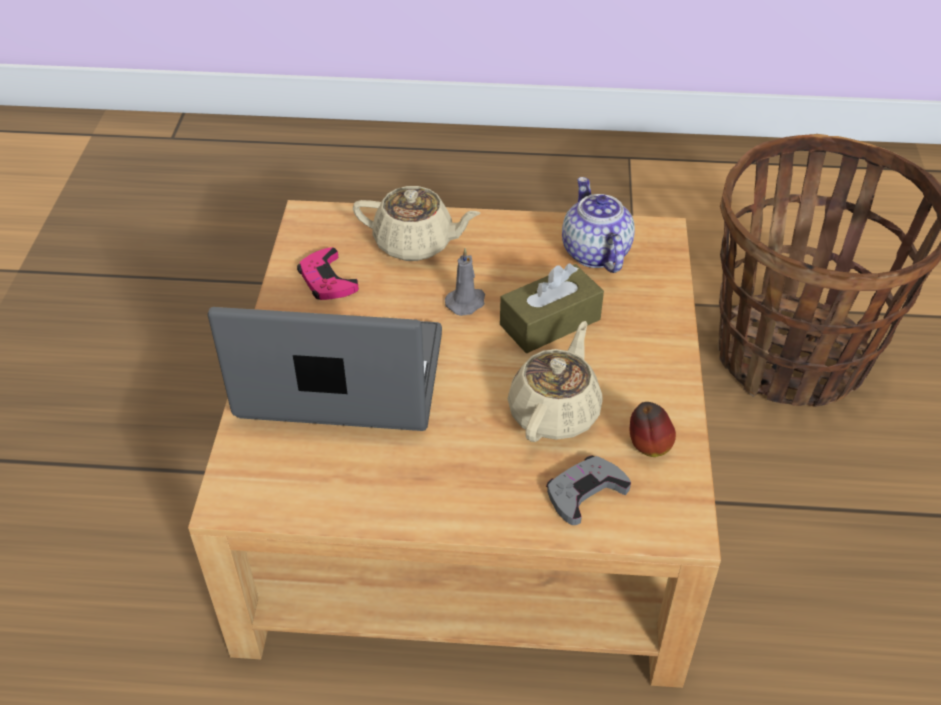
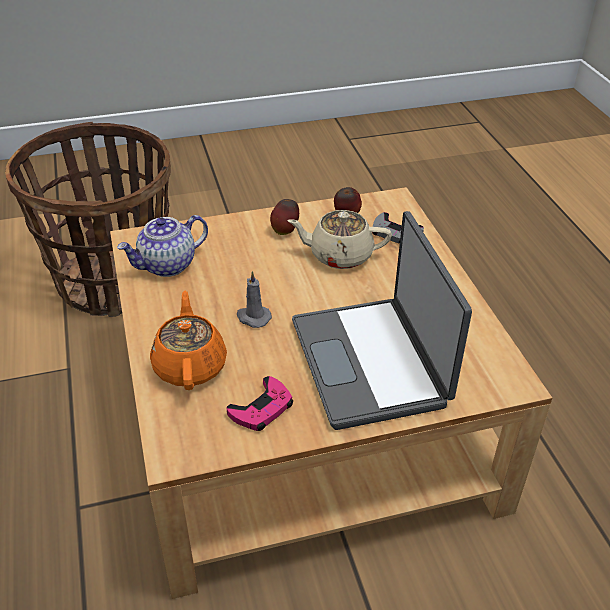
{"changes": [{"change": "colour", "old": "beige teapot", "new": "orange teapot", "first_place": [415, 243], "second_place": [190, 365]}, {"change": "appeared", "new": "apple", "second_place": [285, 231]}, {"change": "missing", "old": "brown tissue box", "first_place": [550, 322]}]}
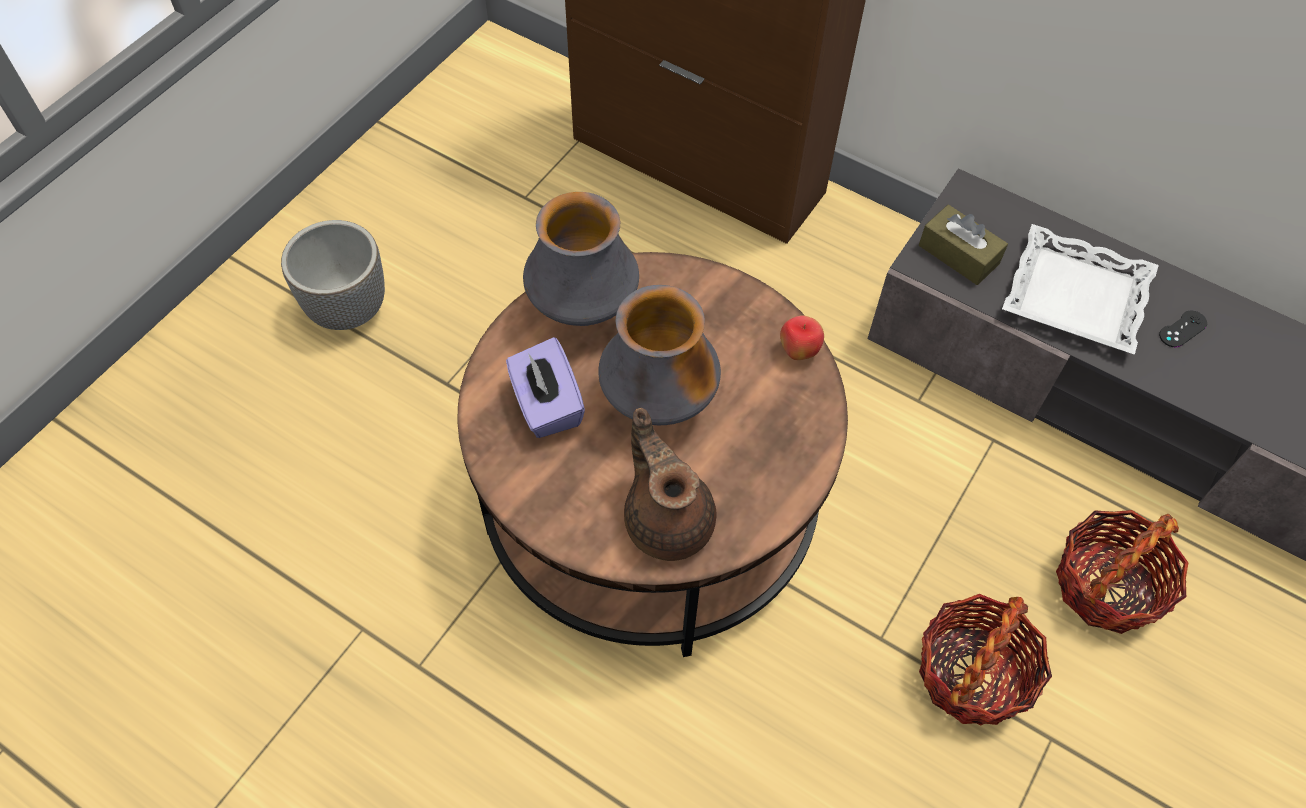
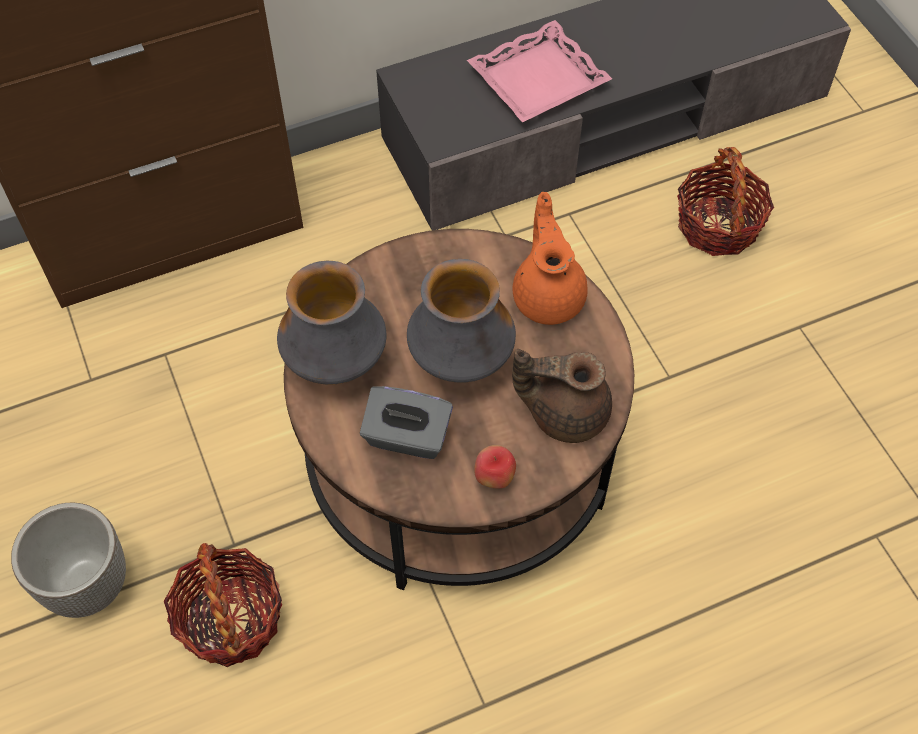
{"changes": [{"change": "relocated", "old": "basket", "first_place": [972, 673], "second_place": [231, 619]}, {"change": "colour", "old": "purple tissue box", "new": "grey tissue box", "first_place": [546, 405], "second_place": [407, 437]}, {"change": "colour", "old": "white tray", "new": "pink tray", "first_place": [1075, 298], "second_place": [538, 80]}, {"change": "relocated", "old": "apple", "first_place": [798, 351], "second_place": [494, 478]}, {"change": "appeared", "new": "orange teapot", "second_place": [548, 295]}, {"change": "missing", "old": "brown tissue box", "first_place": [958, 254]}, {"change": "missing", "old": "black game controller", "first_place": [1182, 329]}]}
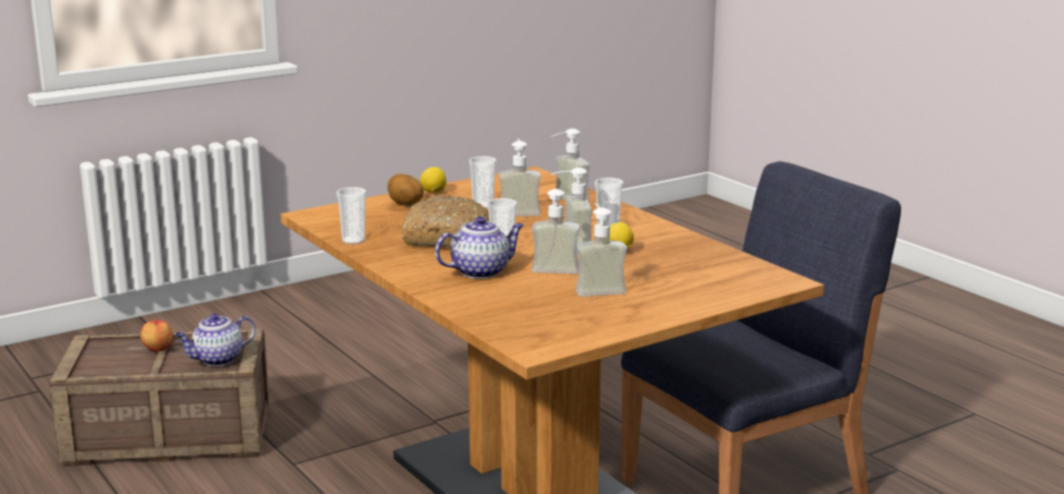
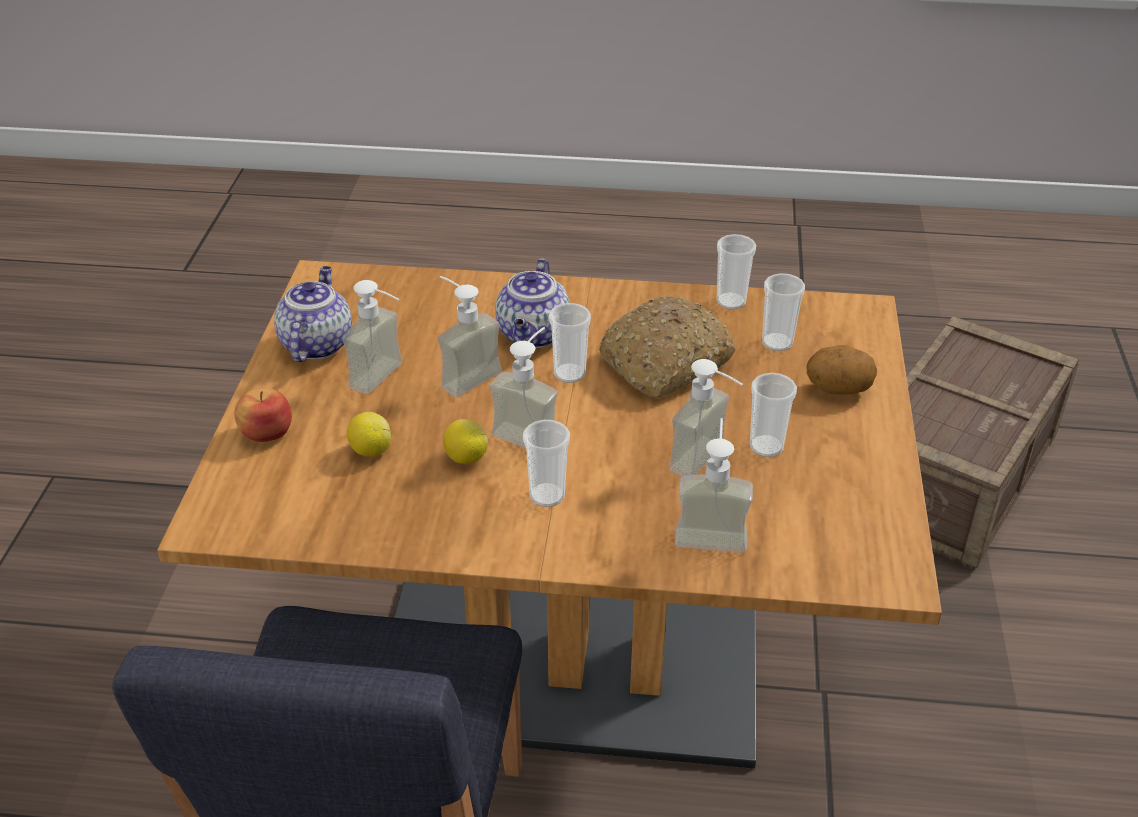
{"changes": [{"change": "relocated", "old": "apple", "first_place": [157, 348], "second_place": [266, 432]}, {"change": "relocated", "old": "teapot", "first_place": [217, 359], "second_place": [316, 344]}, {"change": "relocated", "old": "lemon", "first_place": [433, 192], "second_place": [370, 450]}, {"change": "appeared", "new": "cup", "second_place": [777, 342]}]}
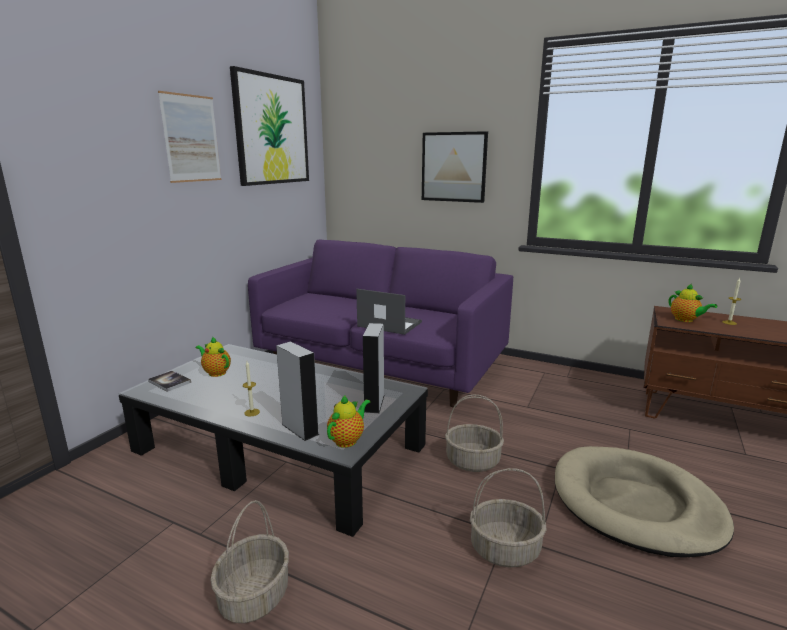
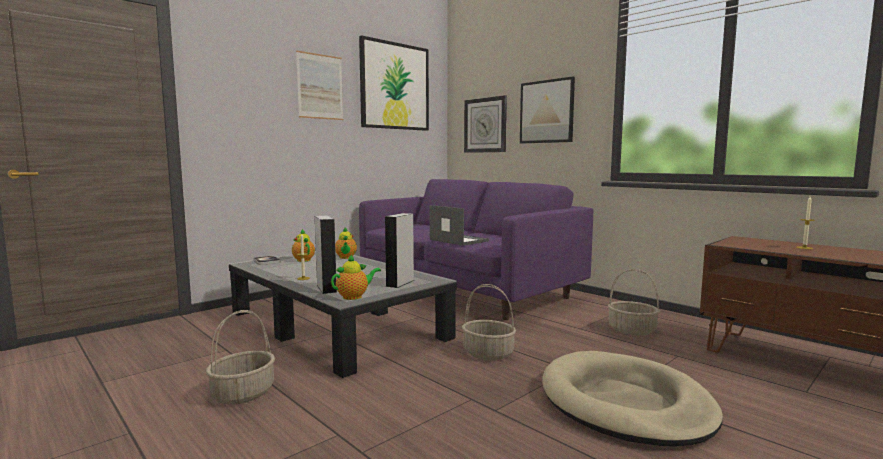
{"changes": [{"change": "relocated", "old": "teapot", "first_place": [686, 320], "second_place": [346, 257]}, {"change": "appeared", "new": "wall clock", "second_place": [485, 125]}, {"change": "relocated", "old": "basket", "first_place": [504, 550], "second_place": [631, 330]}]}
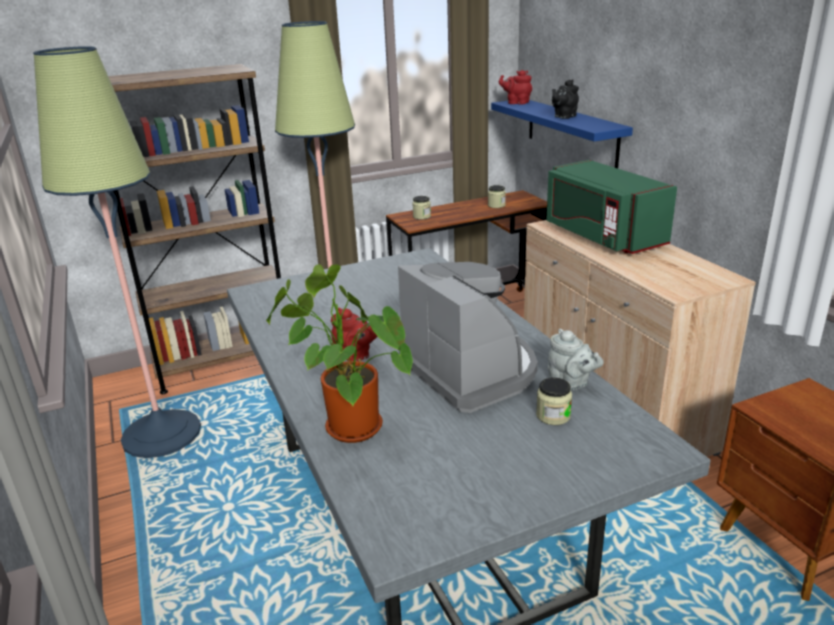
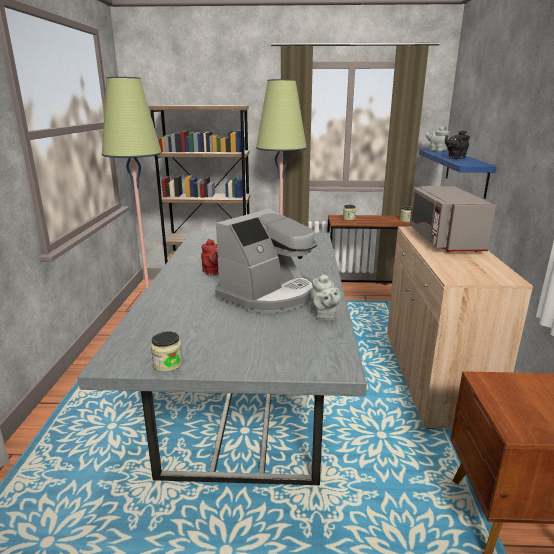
{"changes": [{"change": "relocated", "old": "jar", "first_place": [553, 416], "second_place": [168, 364]}, {"change": "spun", "old": "coffee machine", "first_place": [471, 371], "second_place": [269, 295], "degrees": 45}, {"change": "colour", "old": "green microwave", "new": "grey microwave", "first_place": [602, 235], "second_place": [443, 240]}, {"change": "colour", "old": "red teapot", "new": "grey teapot", "first_place": [516, 103], "second_place": [436, 150]}, {"change": "missing", "old": "potted plant", "first_place": [347, 427]}]}
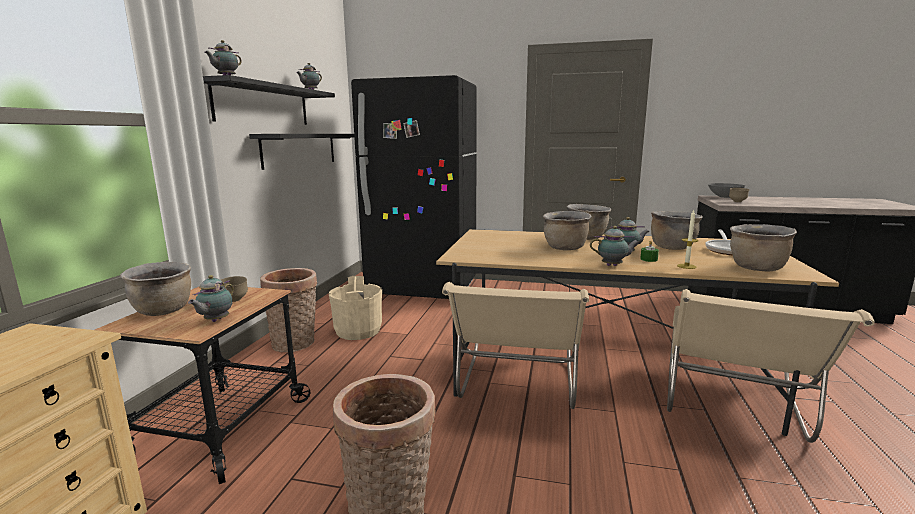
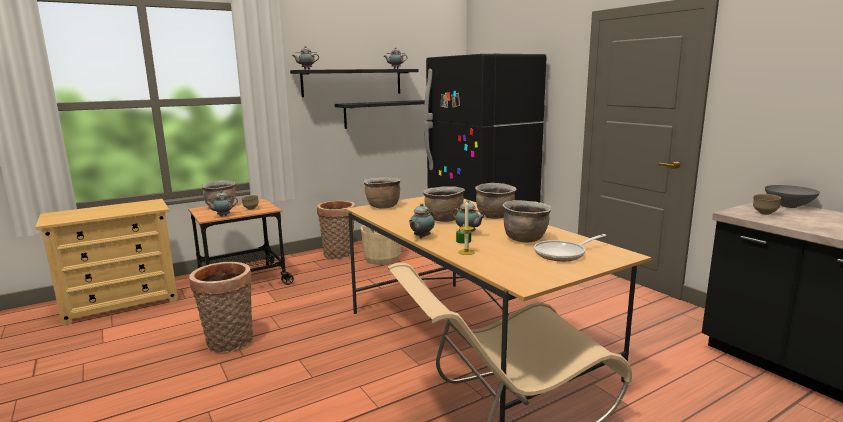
{"changes": [{"change": "relocated", "old": "brown cooking pot", "first_place": [756, 268], "second_place": [382, 206]}, {"change": "spun", "old": "teapot", "first_place": [613, 266], "second_place": [421, 237], "degrees": 75}, {"change": "missing", "old": "beige chair", "first_place": [517, 388]}]}
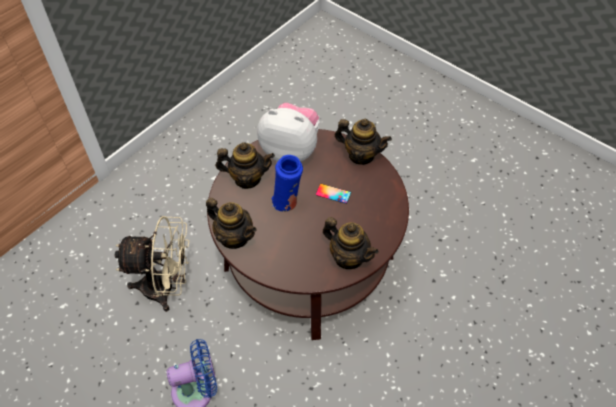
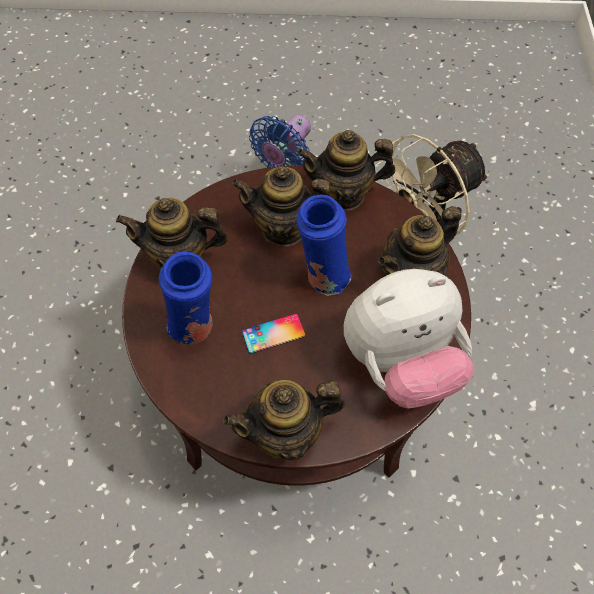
{"changes": [{"change": "appeared", "new": "blue vase", "second_place": [195, 328]}, {"change": "appeared", "new": "teapot", "second_place": [284, 228]}]}
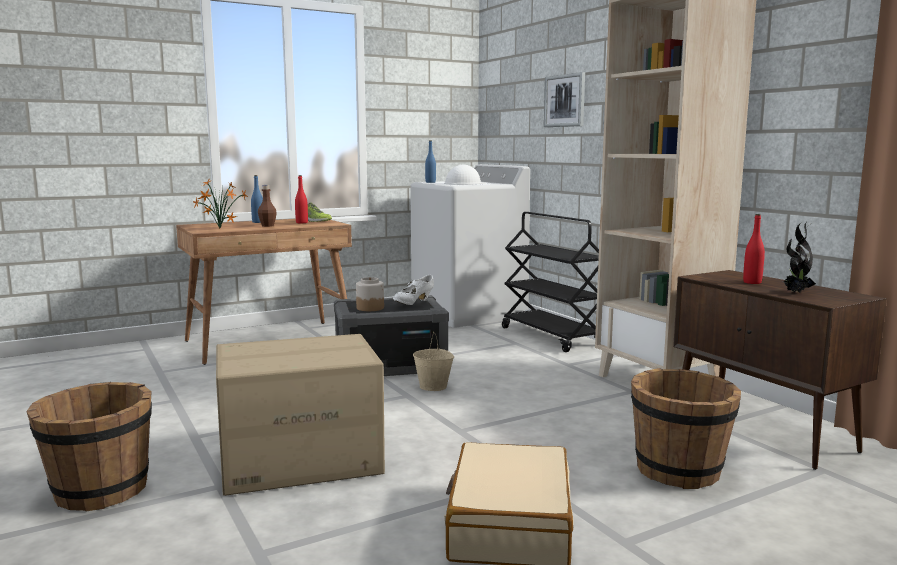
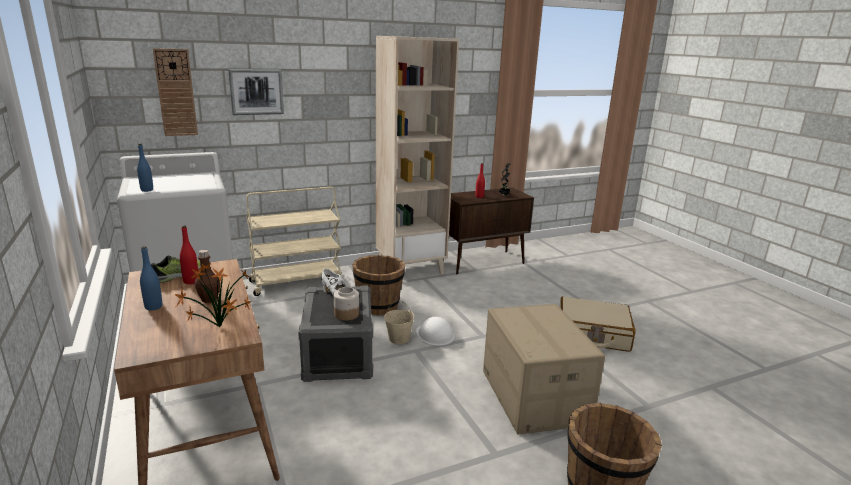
{"changes": [{"change": "appeared", "new": "wall clock", "second_place": [176, 93]}, {"change": "colour", "old": "black cart", "new": "beige cart", "first_place": [551, 337], "second_place": [296, 282]}, {"change": "relocated", "old": "brown bucket", "first_place": [679, 471], "second_place": [378, 306]}, {"change": "relocated", "old": "white hard hat", "first_place": [464, 183], "second_place": [435, 334]}]}
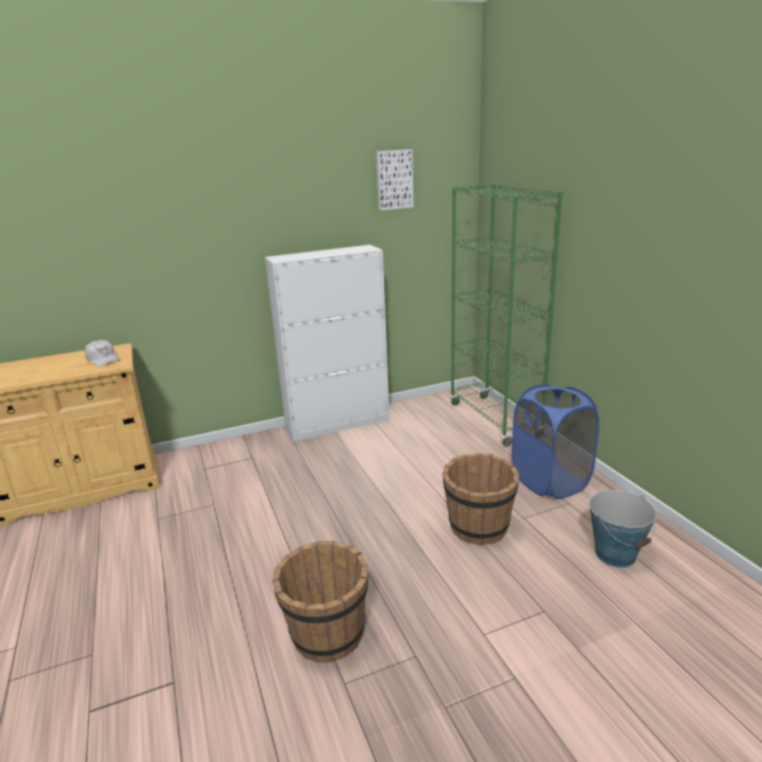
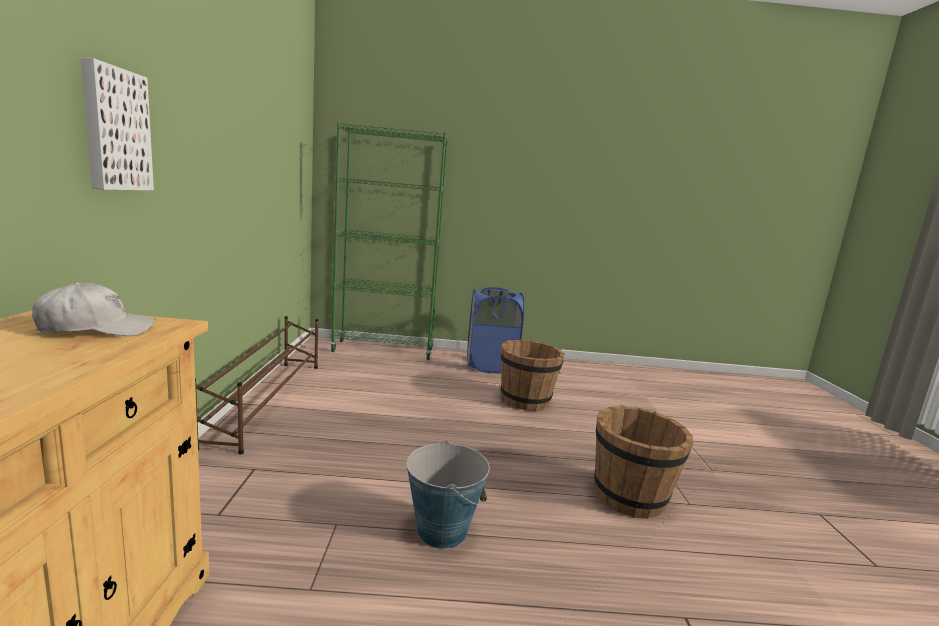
{"changes": [{"change": "relocated", "old": "picture", "first_place": [394, 179], "second_place": [114, 129]}, {"change": "exchanged", "old": "white cabinet", "new": "brown shoe rack", "first_place": [338, 423], "second_place": [268, 400]}, {"change": "relocated", "old": "bucket", "first_place": [615, 554], "second_place": [442, 530]}]}
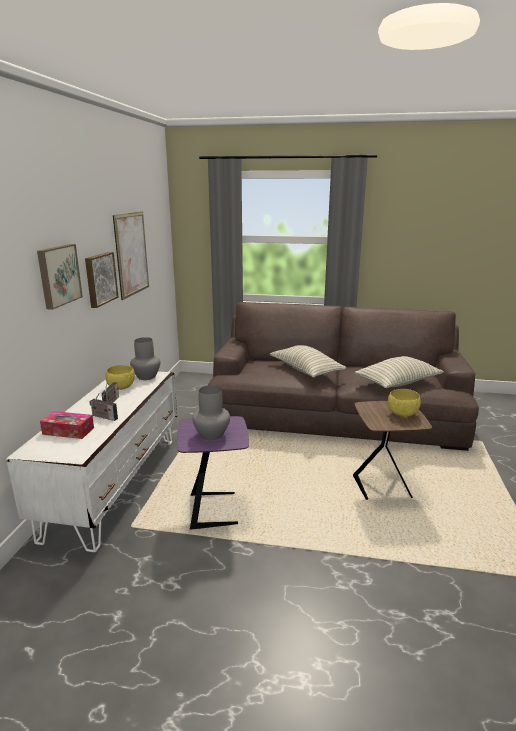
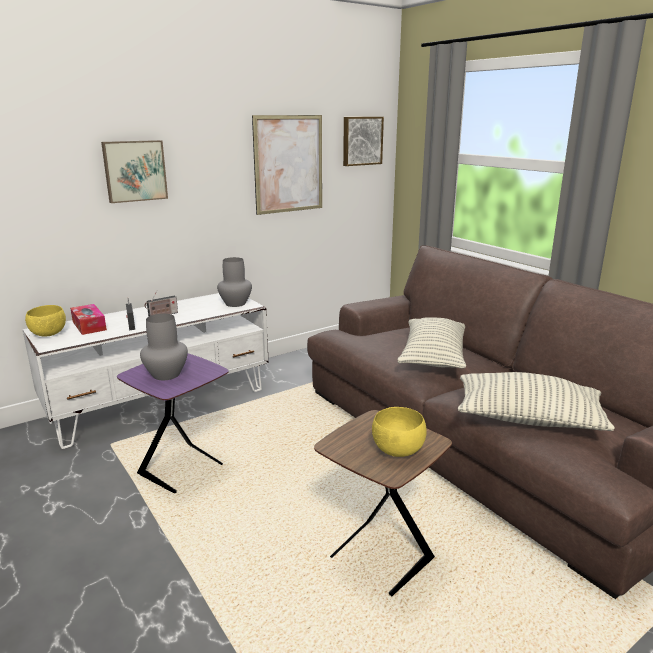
{"changes": [{"change": "relocated", "old": "yellow bowl", "first_place": [122, 387], "second_place": [49, 334]}, {"change": "relocated", "old": "picture", "first_place": [100, 279], "second_place": [361, 141]}]}
